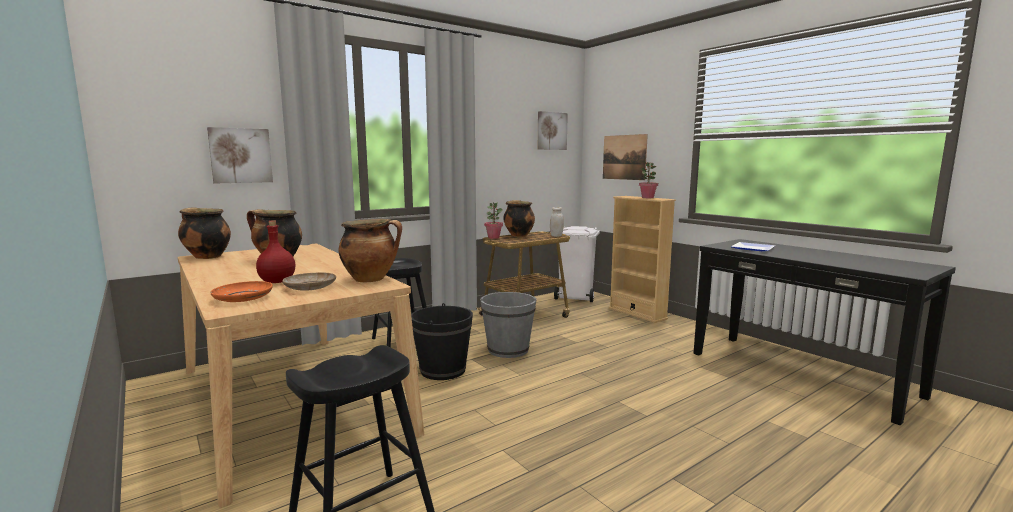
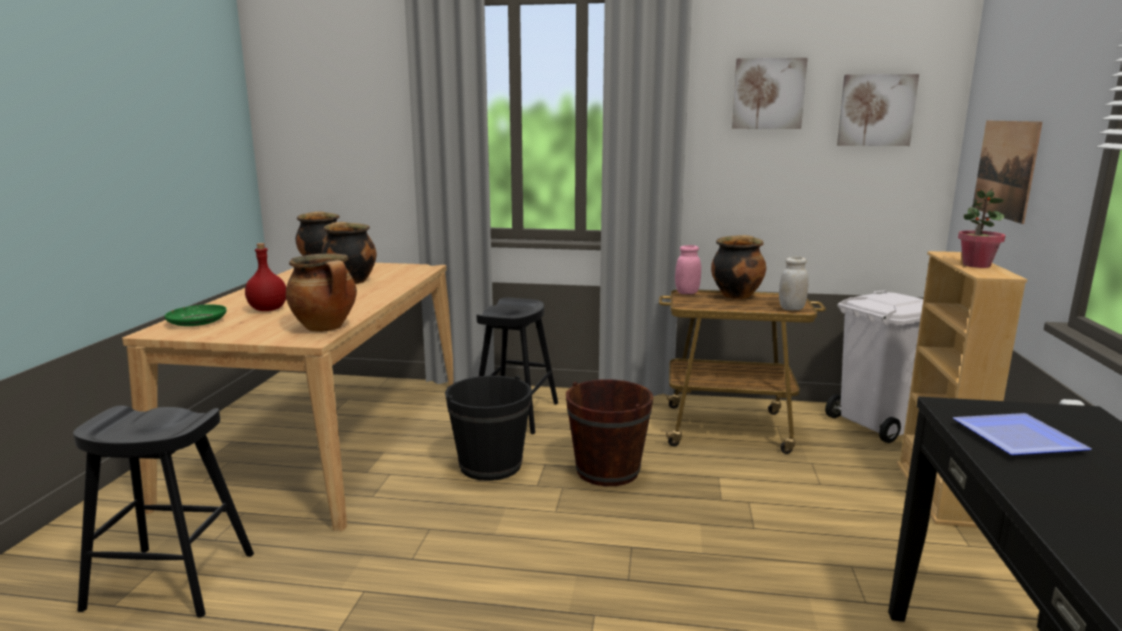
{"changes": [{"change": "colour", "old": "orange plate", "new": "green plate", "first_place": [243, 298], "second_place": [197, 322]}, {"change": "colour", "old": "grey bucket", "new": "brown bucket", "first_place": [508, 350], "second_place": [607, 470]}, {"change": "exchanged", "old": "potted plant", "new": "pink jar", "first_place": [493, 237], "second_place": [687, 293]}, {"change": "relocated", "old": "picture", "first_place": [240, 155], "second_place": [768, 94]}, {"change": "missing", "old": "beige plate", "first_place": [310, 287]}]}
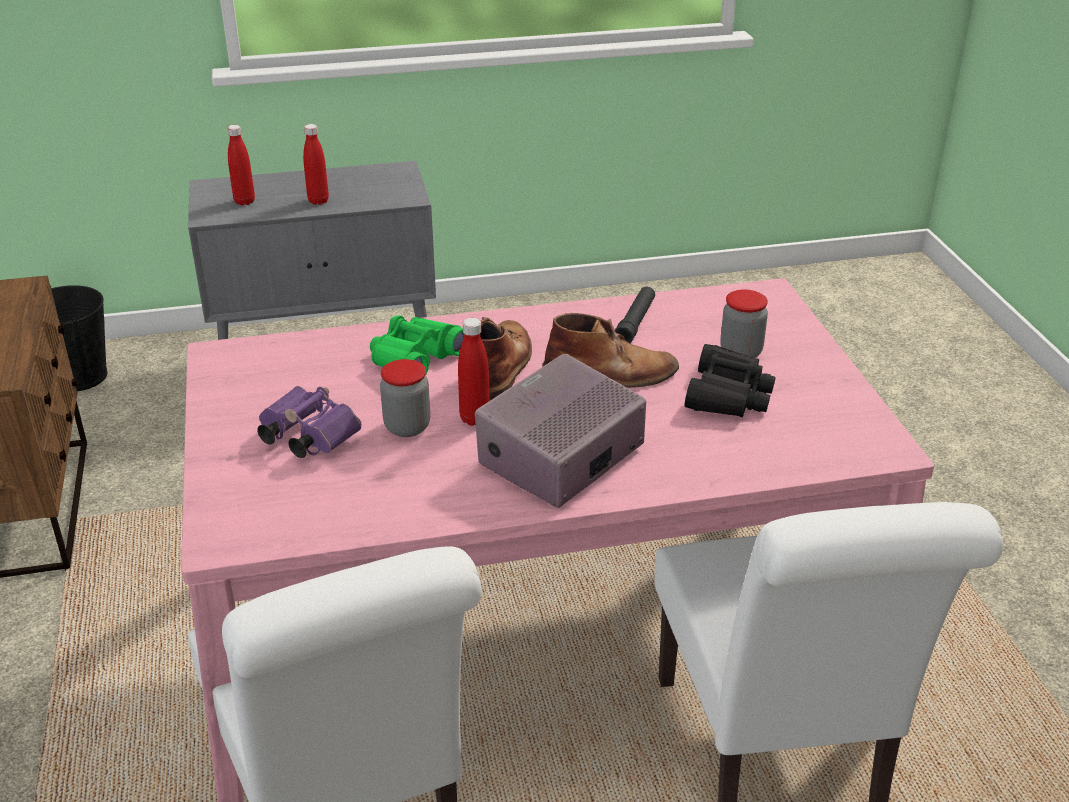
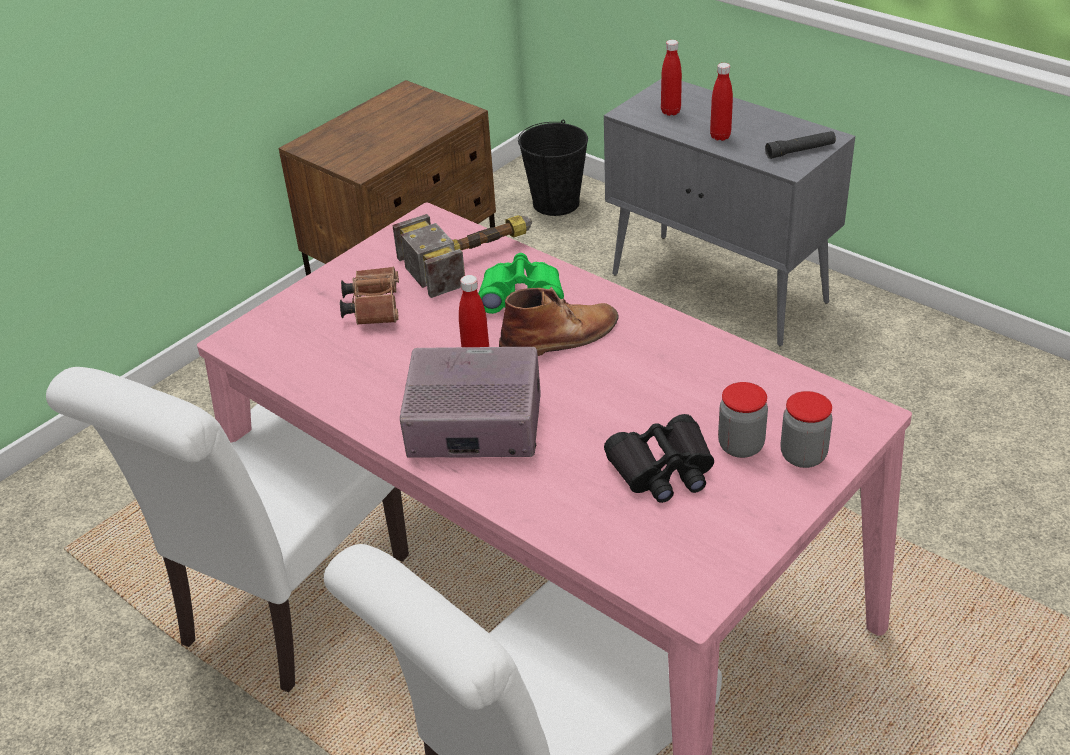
{"changes": [{"change": "colour", "old": "purple binoculars", "new": "brown binoculars", "first_place": [305, 437], "second_place": [374, 307]}, {"change": "appeared", "new": "hammer", "second_place": [474, 257]}, {"change": "relocated", "old": "black flashlight", "first_place": [635, 322], "second_place": [800, 151]}, {"change": "relocated", "old": "jar", "first_place": [407, 427], "second_place": [803, 456]}, {"change": "missing", "old": "brown boot", "first_place": [611, 374]}]}
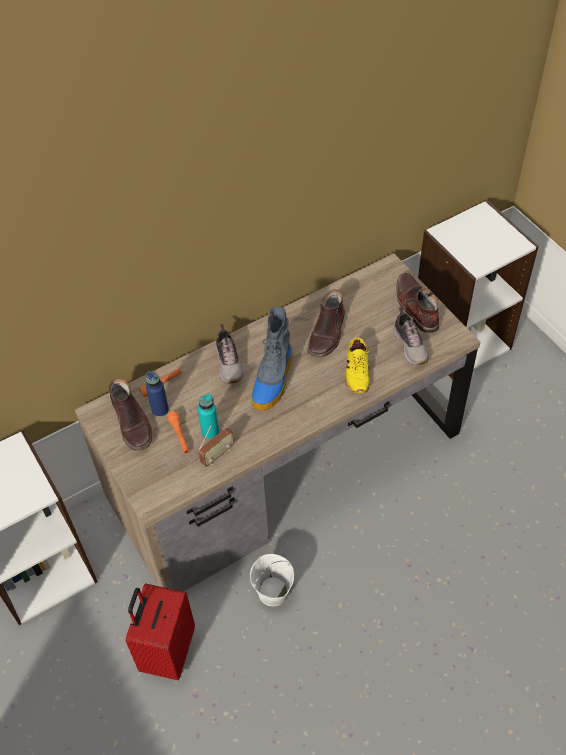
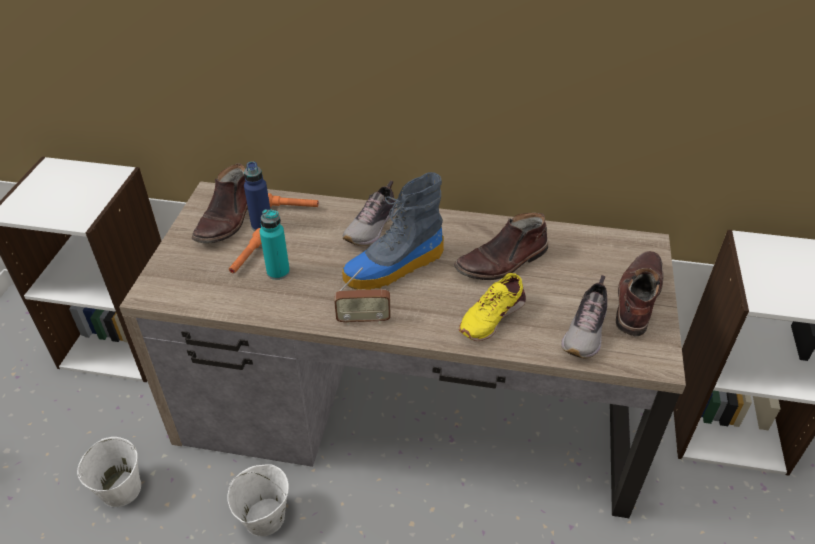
{"changes": [{"change": "exchanged", "old": "red suitcase", "new": "white bucket", "first_place": [167, 651], "second_place": [121, 489]}, {"change": "relocated", "old": "radio", "first_place": [217, 455], "second_place": [363, 319]}]}
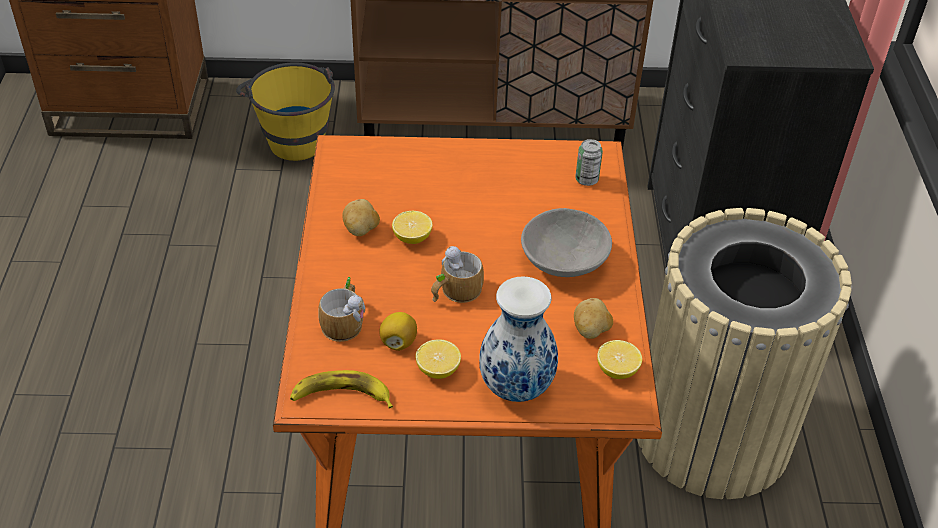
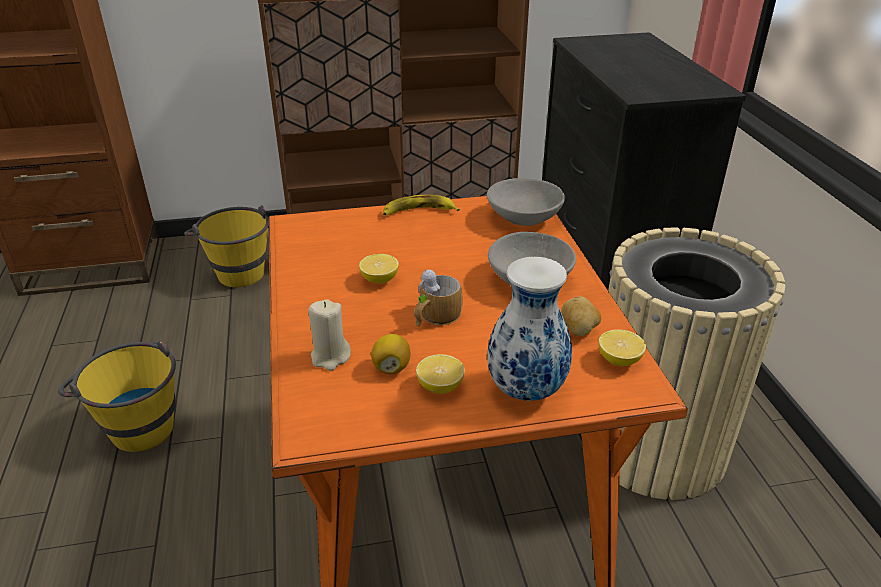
{"changes": [{"change": "appeared", "new": "yellow bucket", "second_place": [136, 423]}, {"change": "exchanged", "old": "mug", "new": "beige candle", "first_place": [345, 321], "second_place": [330, 357]}, {"change": "relocated", "old": "banana", "first_place": [341, 396], "second_place": [418, 212]}, {"change": "exchanged", "old": "can", "new": "grey bowl", "first_place": [586, 180], "second_place": [524, 218]}, {"change": "missing", "old": "potato", "first_place": [361, 230]}]}
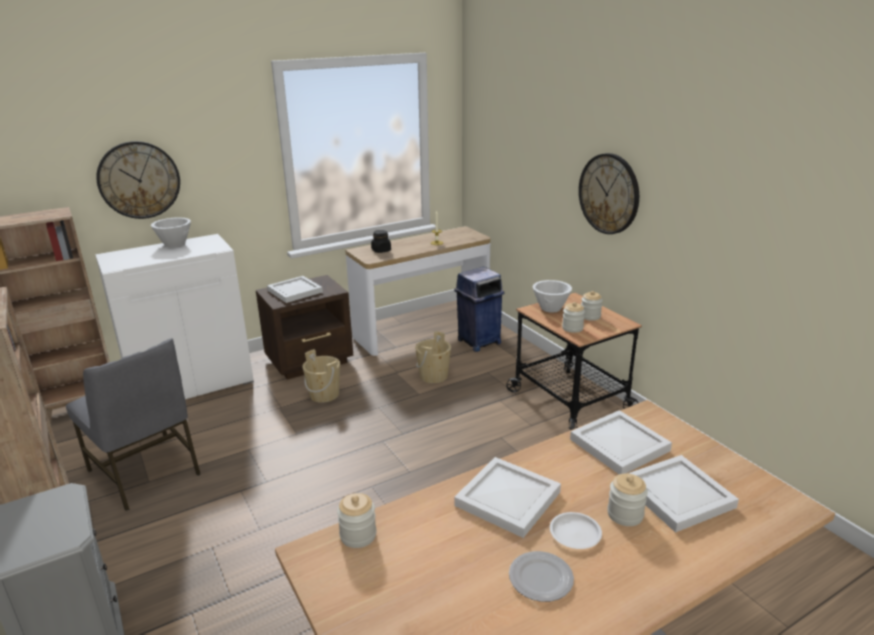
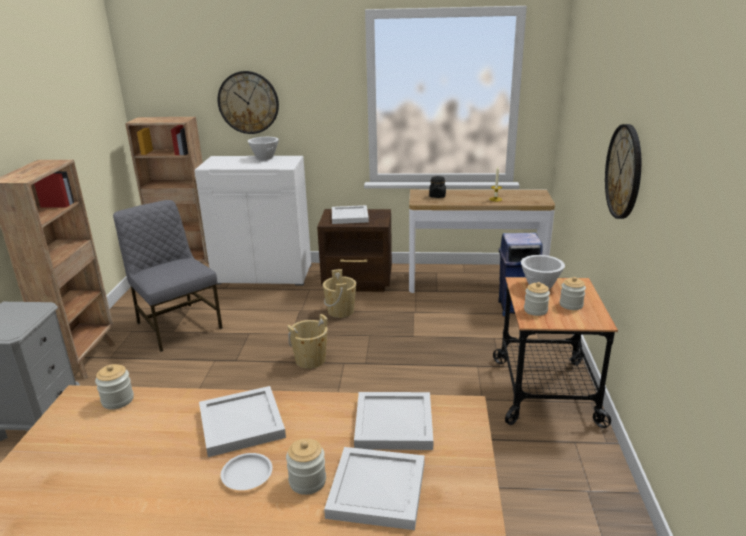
{"changes": [{"change": "spun", "old": "grey chair", "first_place": [146, 472], "second_place": [177, 325], "degrees": 150}, {"change": "relocated", "old": "beige bucket", "first_place": [433, 376], "second_place": [310, 360]}, {"change": "missing", "old": "plate", "first_place": [540, 579]}]}
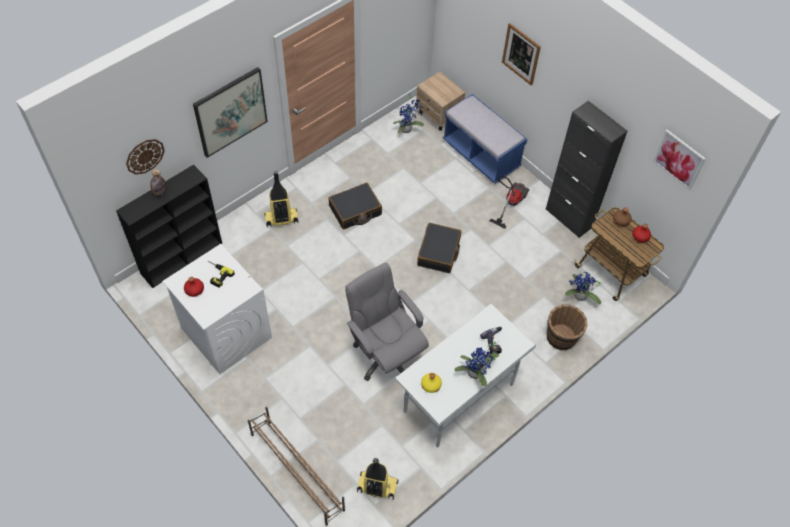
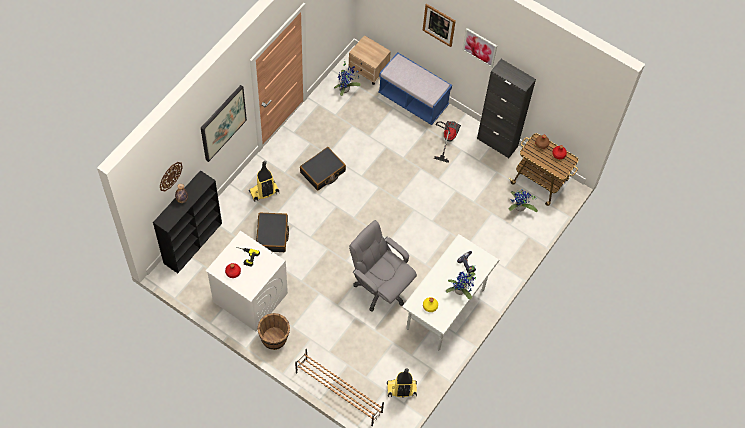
{"changes": [{"change": "relocated", "old": "black suitcase", "first_place": [439, 252], "second_place": [272, 235]}, {"change": "relocated", "old": "brown bucket", "first_place": [561, 338], "second_place": [274, 338]}, {"change": "relocated", "old": "picture", "first_place": [679, 159], "second_place": [480, 47]}]}
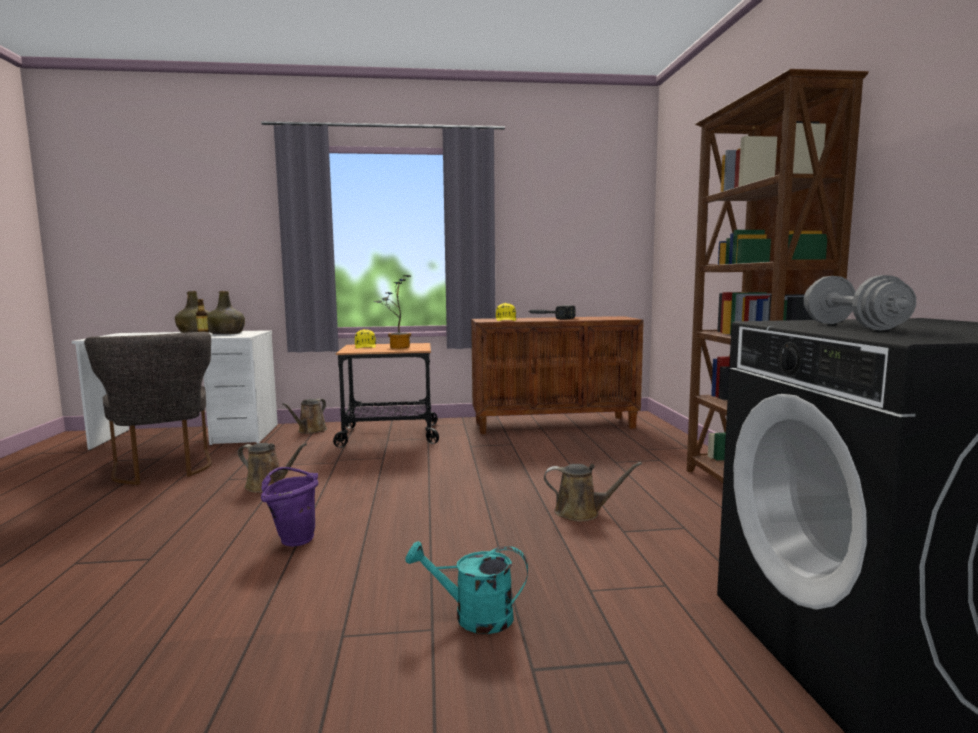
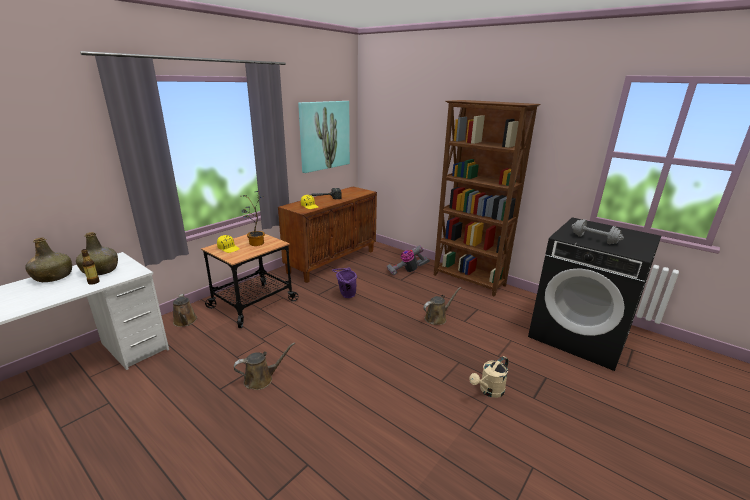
{"changes": [{"change": "appeared", "new": "picture", "second_place": [324, 135]}, {"change": "relocated", "old": "purple bucket", "first_place": [293, 539], "second_place": [345, 295]}, {"change": "appeared", "new": "vacuum cleaner", "second_place": [407, 271]}, {"change": "colour", "old": "turquoise watering can", "new": "beige watering can", "first_place": [473, 617], "second_place": [489, 391]}, {"change": "missing", "old": "grey chair", "first_place": [163, 469]}]}
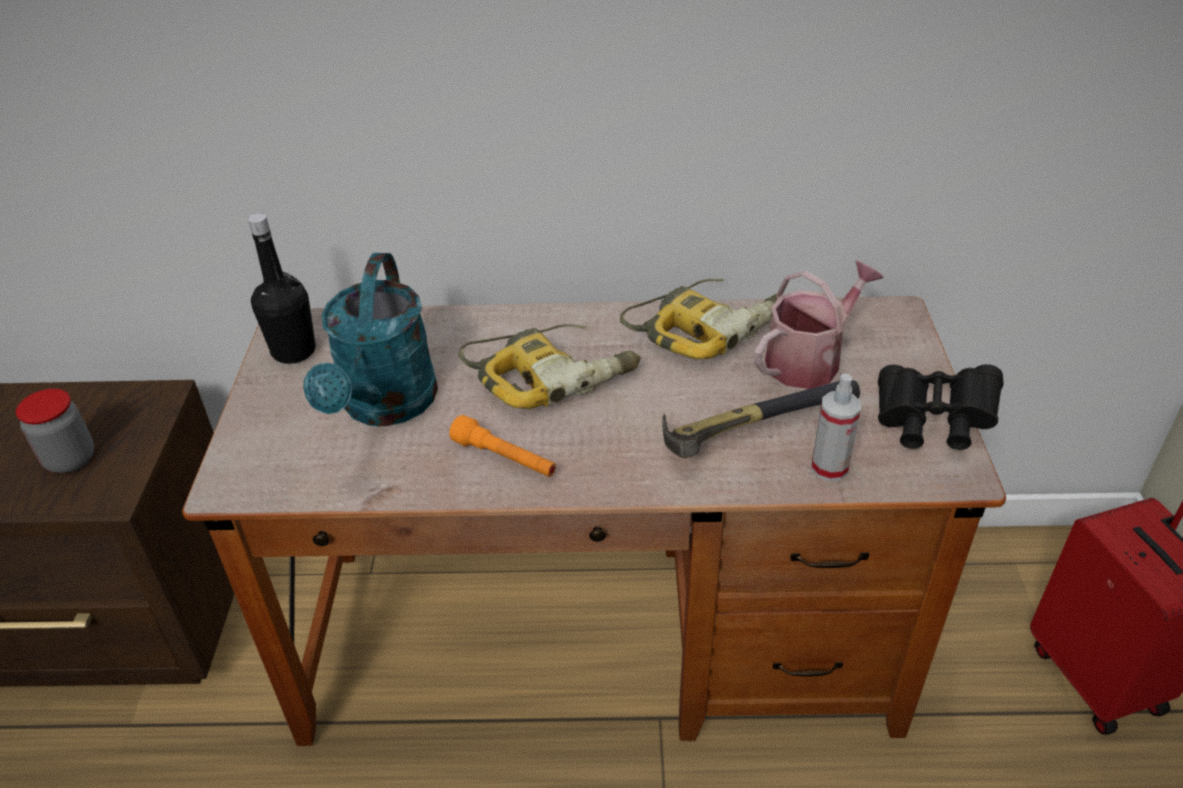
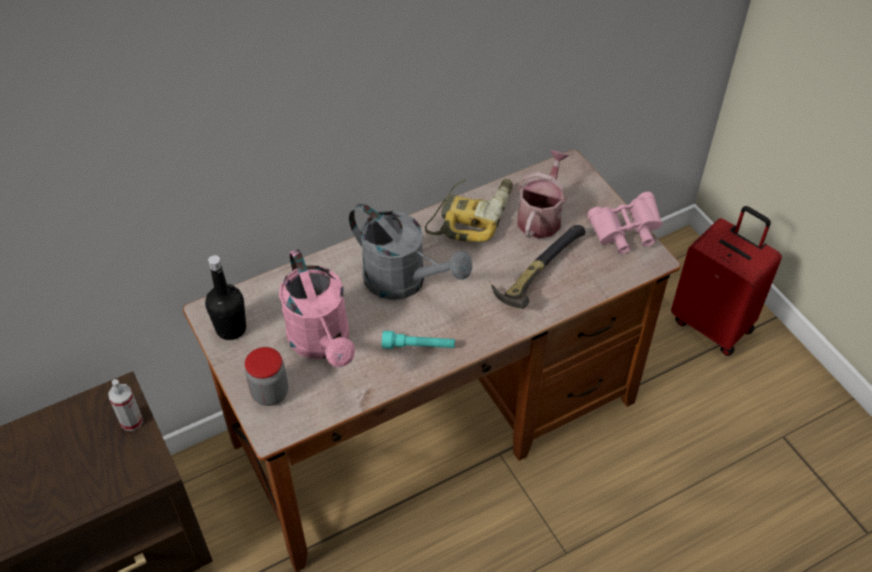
{"changes": [{"change": "relocated", "old": "spray bottle", "first_place": [829, 468], "second_place": [131, 421]}, {"change": "relocated", "old": "jar", "first_place": [70, 459], "second_place": [270, 393]}, {"change": "colour", "old": "turquoise watering can", "new": "pink watering can", "first_place": [385, 407], "second_place": [323, 343]}, {"change": "exchanged", "old": "power drill", "new": "grey watering can", "first_place": [552, 374], "second_place": [404, 282]}, {"change": "colour", "old": "orange flashlight", "new": "turquoise flashlight", "first_place": [505, 458], "second_place": [418, 346]}, {"change": "colour", "old": "black binoculars", "new": "pink binoculars", "first_place": [931, 423], "second_place": [625, 233]}]}
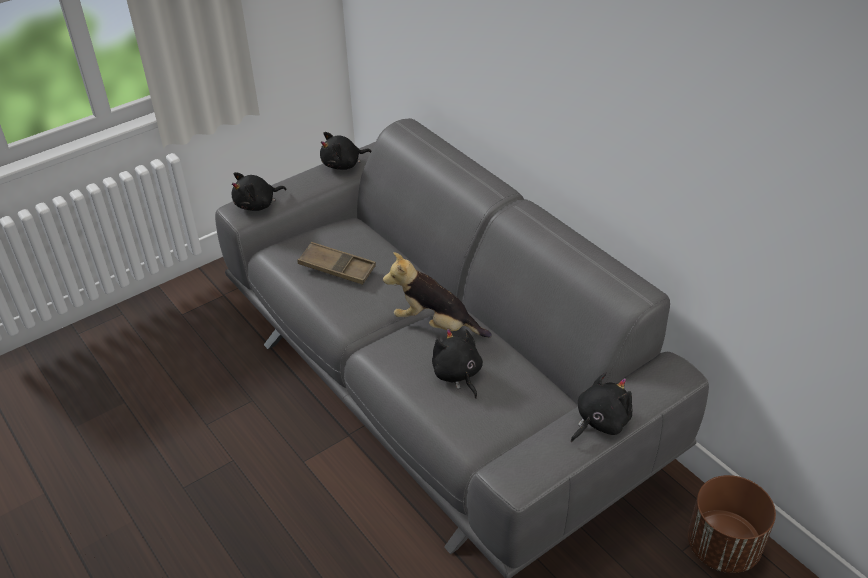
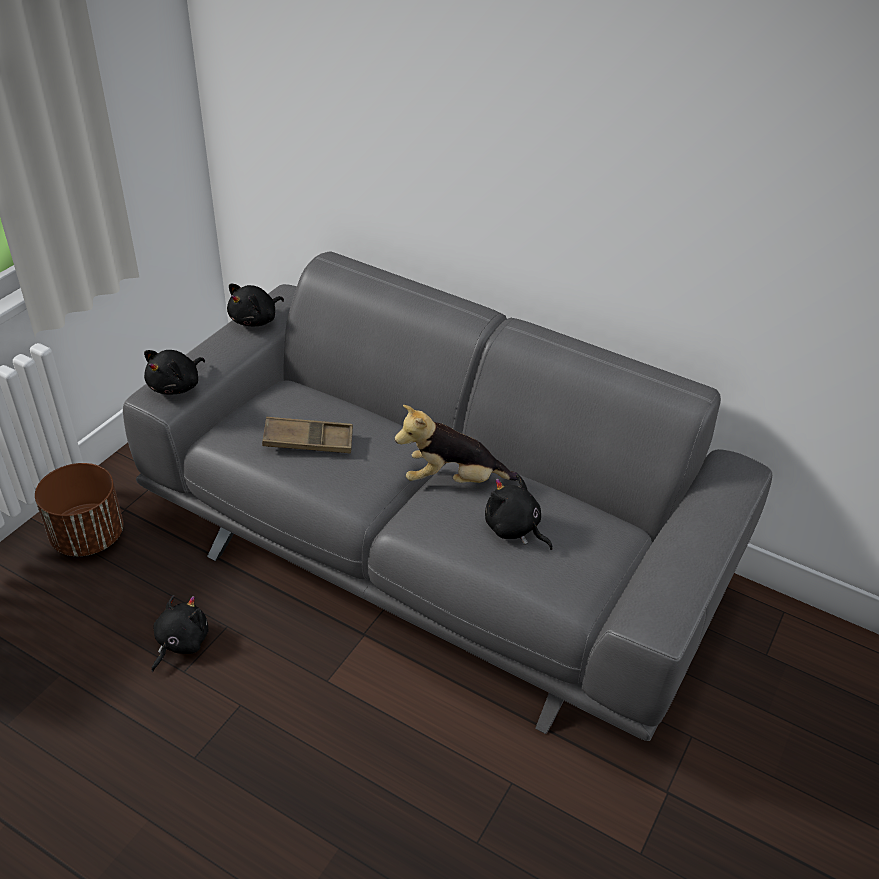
{"changes": [{"change": "relocated", "old": "brown planter", "first_place": [723, 547], "second_place": [89, 536]}, {"change": "relocated", "old": "black plush toy", "first_place": [600, 421], "second_place": [180, 642]}]}
